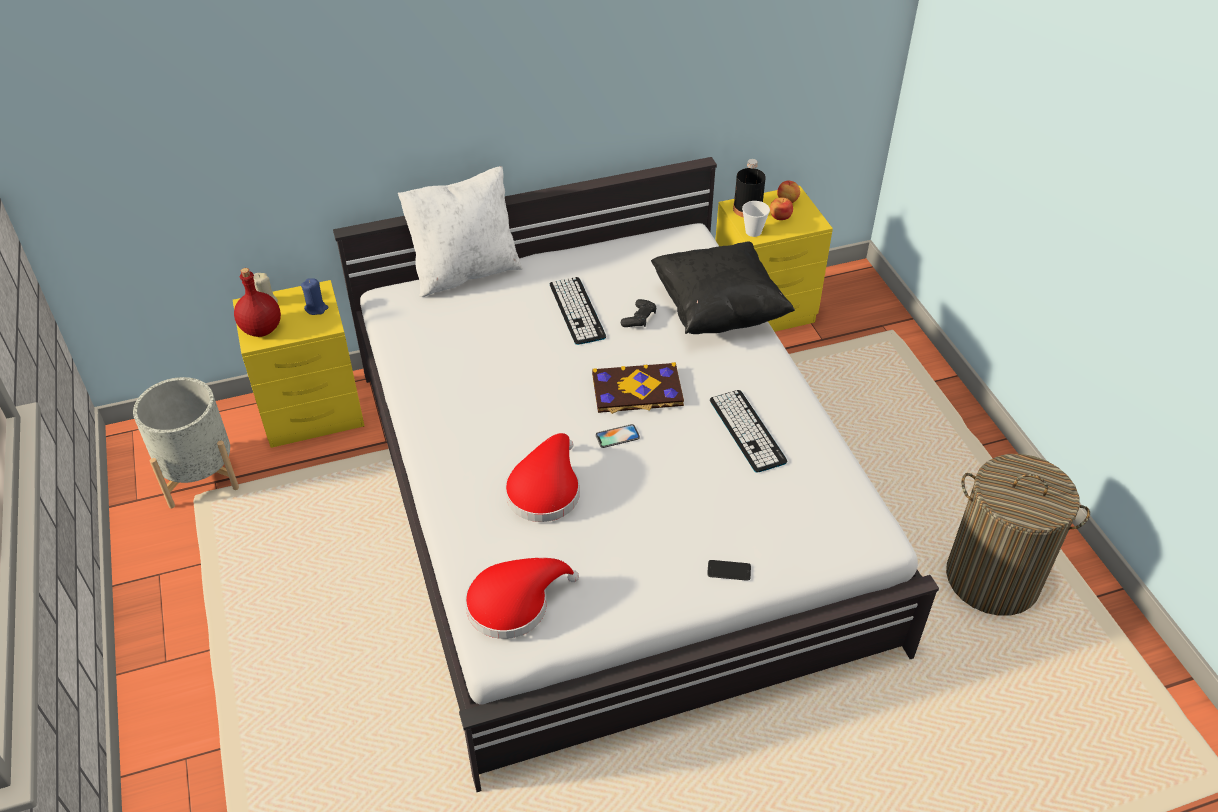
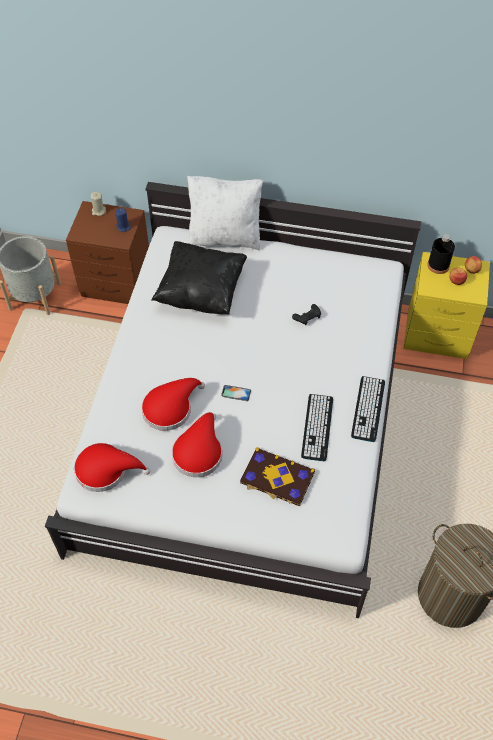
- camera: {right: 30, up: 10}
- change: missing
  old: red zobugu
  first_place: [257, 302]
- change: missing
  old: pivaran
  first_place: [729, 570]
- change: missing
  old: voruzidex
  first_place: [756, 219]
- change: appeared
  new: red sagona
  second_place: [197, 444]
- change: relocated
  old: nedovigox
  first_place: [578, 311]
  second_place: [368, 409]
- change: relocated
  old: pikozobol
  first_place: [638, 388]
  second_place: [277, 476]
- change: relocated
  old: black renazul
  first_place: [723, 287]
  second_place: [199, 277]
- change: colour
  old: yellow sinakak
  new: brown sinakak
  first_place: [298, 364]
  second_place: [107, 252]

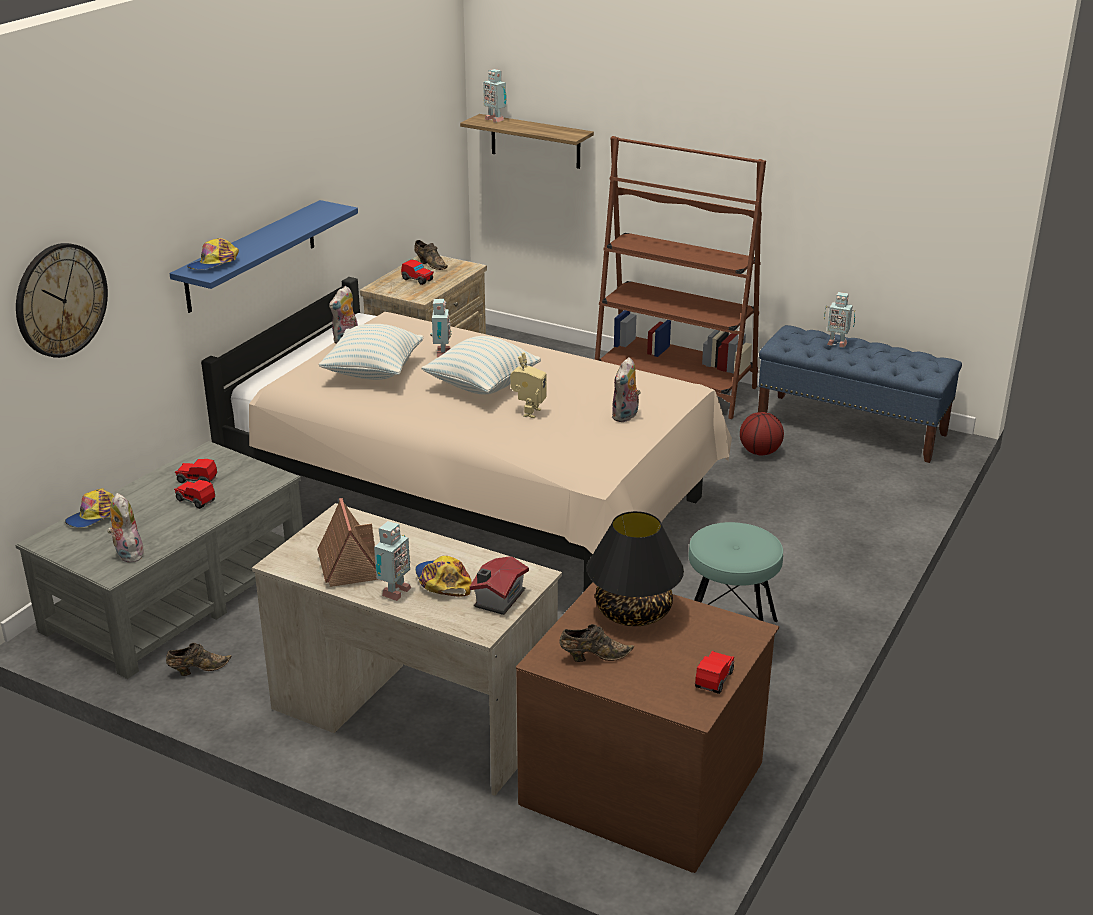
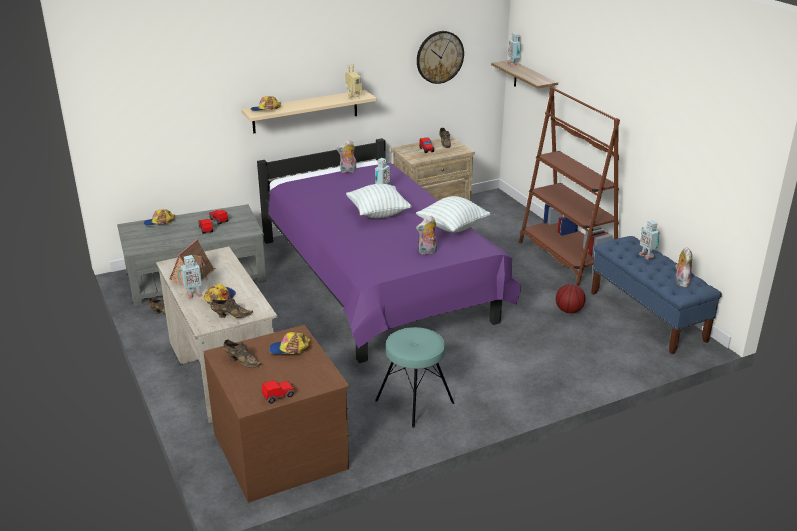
- camera: {right: 35, up: 0}
- change: relocated
  old: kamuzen
  first_place: [62, 300]
  second_place: [440, 57]
- change: relocated
  old: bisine
  first_place: [125, 528]
  second_place: [683, 267]
- change: relocated
  old: renazul
  first_place: [371, 352]
  second_place: [453, 214]
- change: relocated
  old: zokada
  first_place: [528, 385]
  second_place: [353, 82]
- change: exchanged
  old: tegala
  new: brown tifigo
  first_place: [499, 585]
  second_place: [231, 307]
- change: exchanged
  old: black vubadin
  new: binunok
  first_place: [635, 568]
  second_place: [290, 343]
- change: colour
  old: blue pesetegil
  new: beige pesetegil
  first_place: [263, 256]
  second_place: [309, 111]
- change: colour
  old: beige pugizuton
  new: purple pugizuton
  first_place: [466, 434]
  second_place: [389, 250]

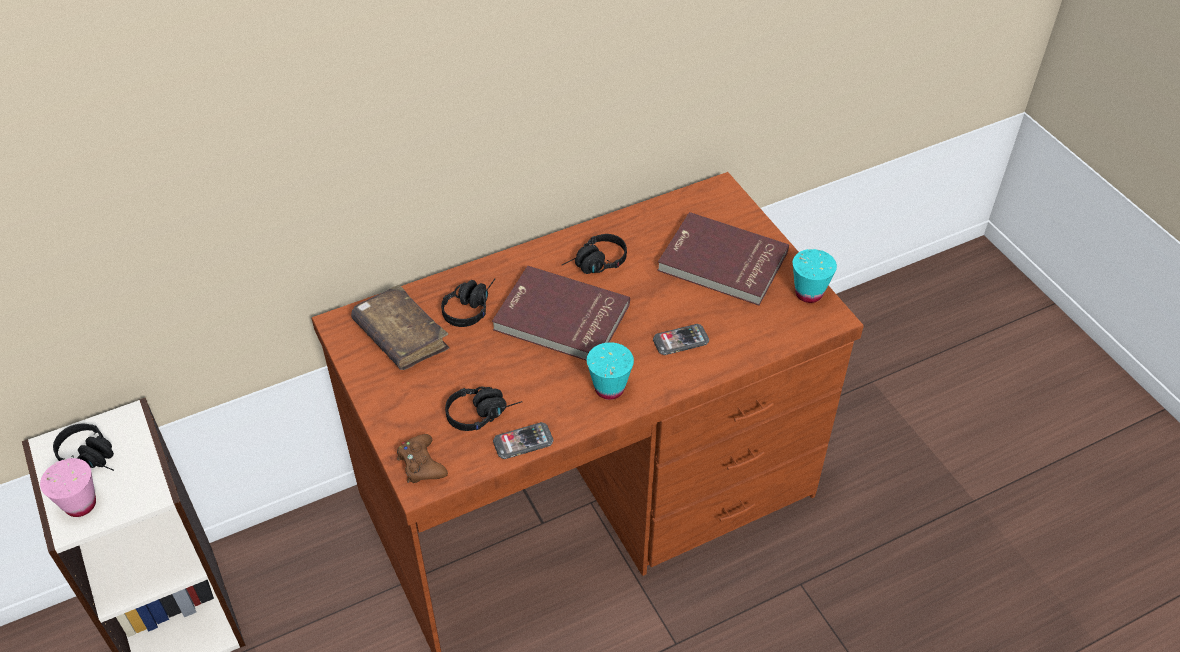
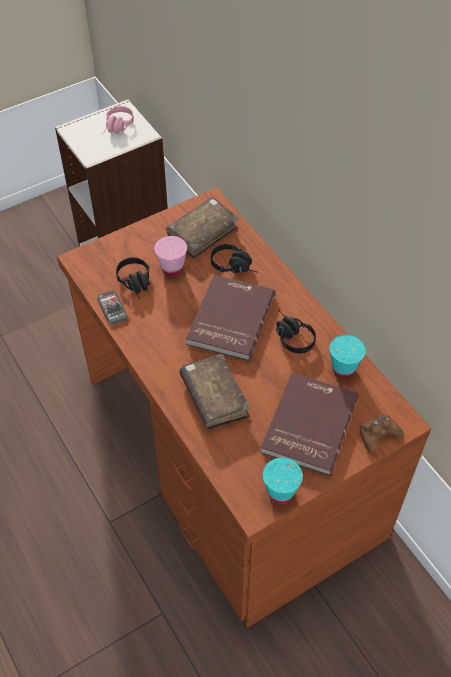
- camera: {right: 85, up: 5}
- change: relocated
  old: pink voruzidex
  first_place: [68, 487]
  second_place: [170, 256]
- change: relocated
  old: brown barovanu
  first_place: [422, 458]
  second_place: [382, 434]
- change: relocated
  old: turquoise voruzidex
  first_place: [610, 371]
  second_place: [347, 356]
- change: exchanged
  old: pivaran
  new: brown pikozobol
  first_place: [681, 339]
  second_place: [215, 391]
- change: colour
  old: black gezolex
  new: pink gezolex
  first_place: [83, 447]
  second_place: [118, 120]

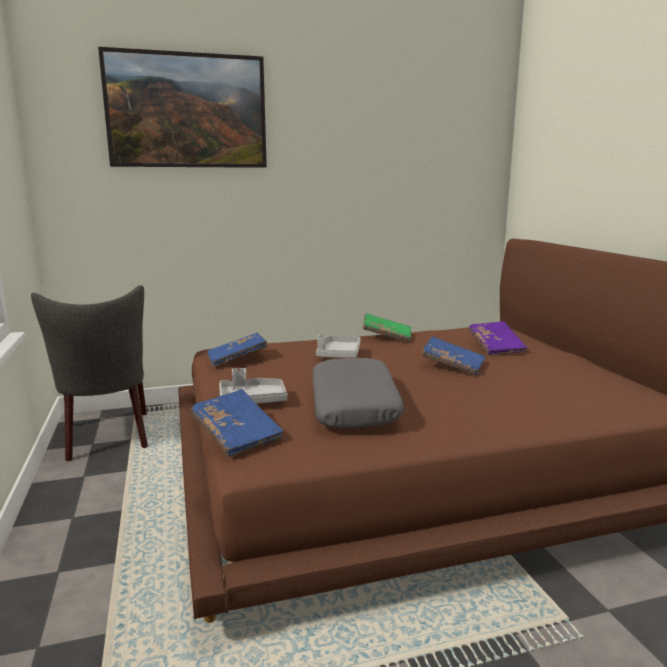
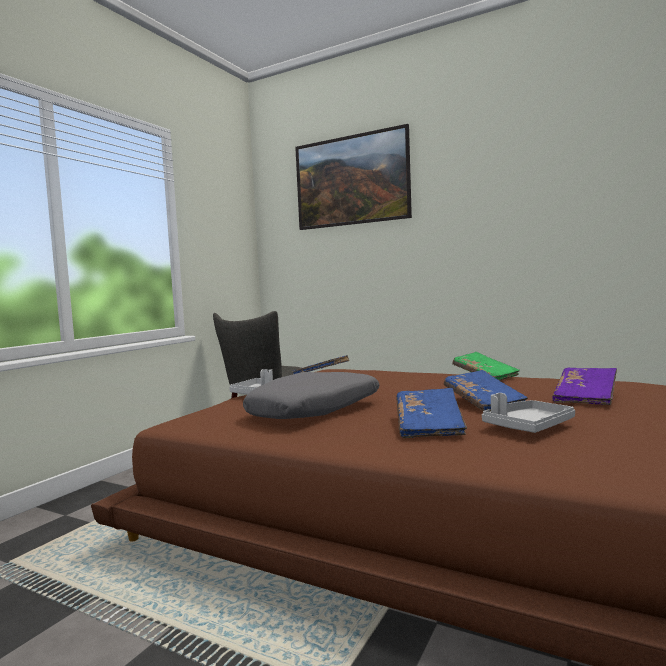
- camera: {right: 45, up: -10}
- change: relocated
  old: blue pikozobol
  first_place: [237, 423]
  second_place: [431, 413]
- change: relocated
  old: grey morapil
  first_place: [338, 346]
  second_place: [528, 413]

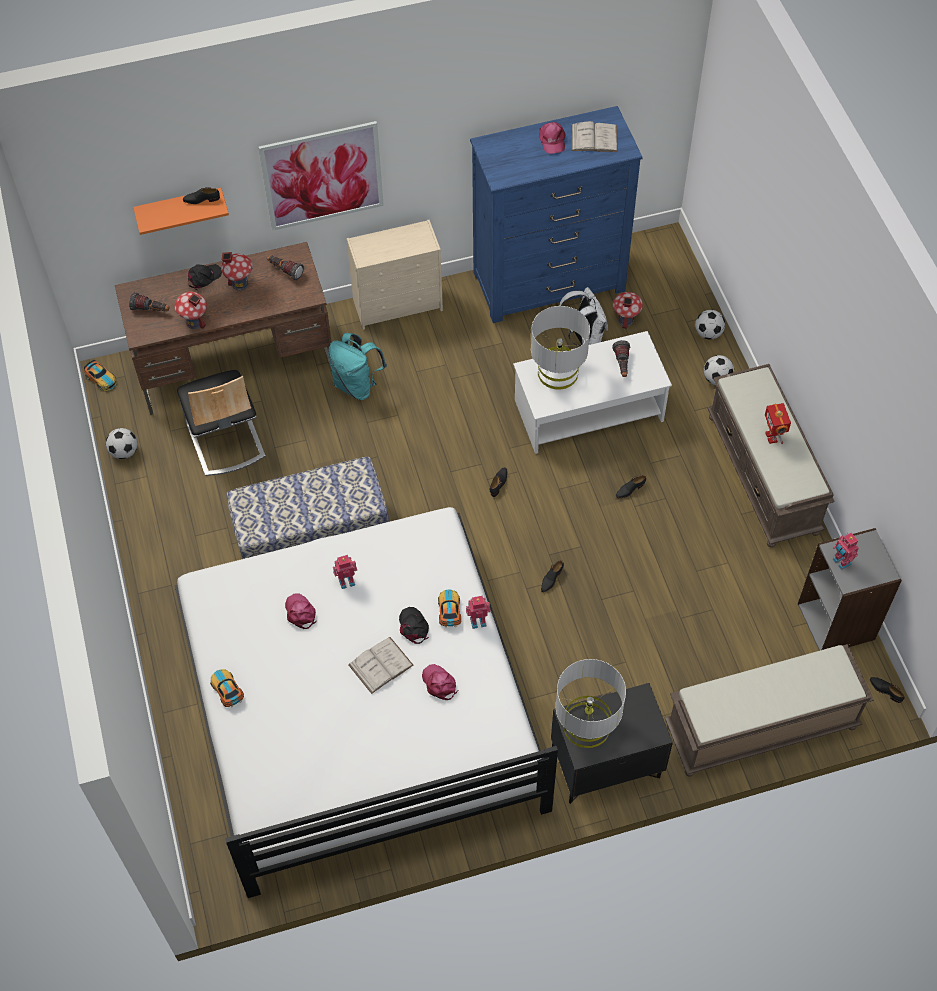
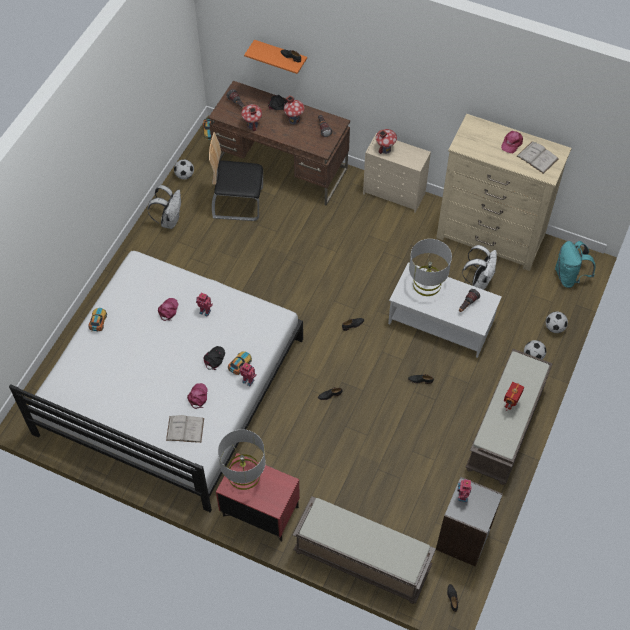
- camera: {right: 40, up: 0}
- change: missing
  old: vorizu
  first_place: [308, 508]
- change: missing
  old: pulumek
  first_place: [321, 175]
- change: appeared
  new: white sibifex
  second_place: [164, 207]
- change: relocated
  old: turquoise sibifex
  first_place: [357, 366]
  second_place: [575, 264]
- change: relocated
  old: white pikozobol
  first_place: [381, 665]
  second_place: [185, 429]
- change: relocated
  old: tegala
  first_place: [628, 310]
  second_place: [386, 141]
- change: colour
  old: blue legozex
  new: beige legozex
  first_place: [556, 214]
  second_place: [504, 192]
- change: colour
  old: black sinakak
  new: red sinakak
  first_place: [612, 743]
  second_place: [258, 497]
- change: spun
  old: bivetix
  first_place: [221, 423]
  second_place: [236, 176]
  degrees: 75

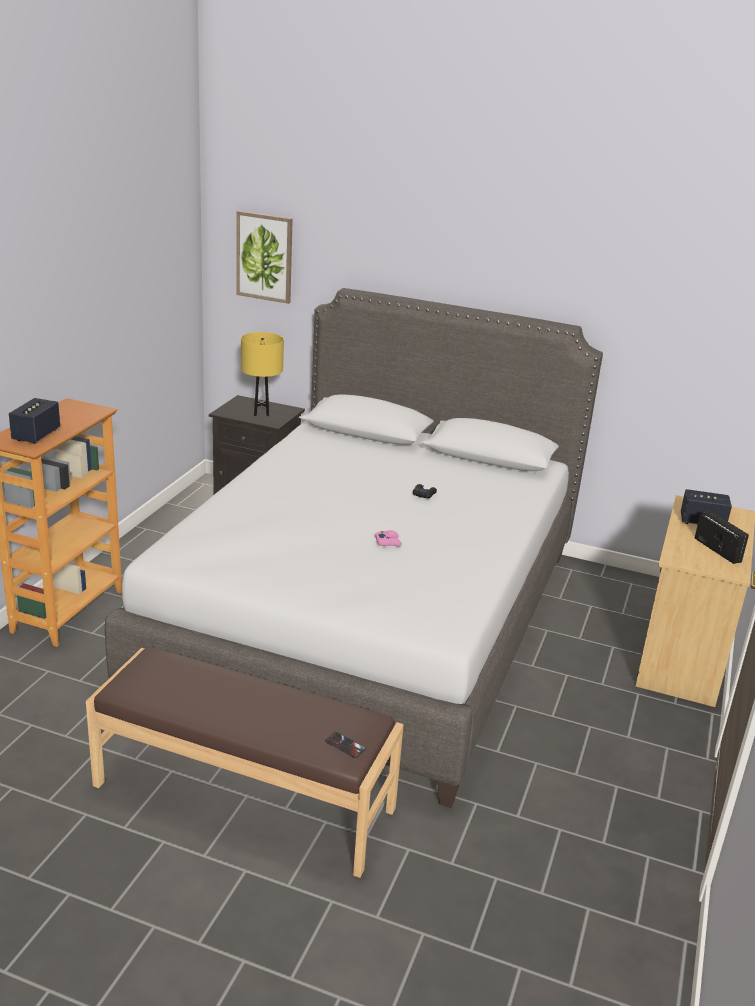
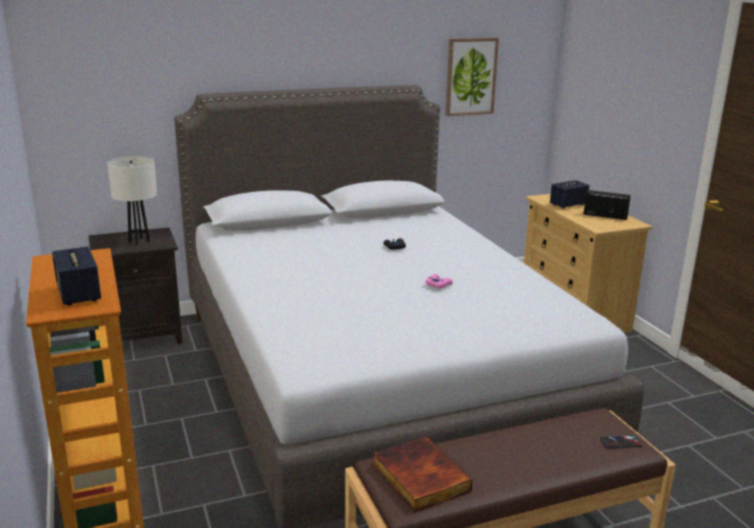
- camera: {right: -40, up: -5}
- change: appeared
  new: pikozobol
  second_place: [422, 474]
- change: relocated
  old: pulumek
  first_place: [264, 257]
  second_place: [472, 77]
- change: colour
  old: yellow vubadin
  new: white vubadin
  first_place: [262, 374]
  second_place: [132, 200]

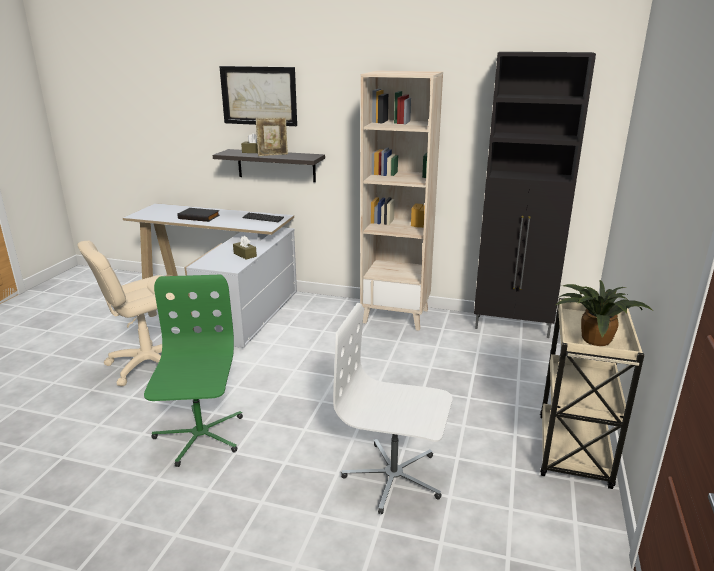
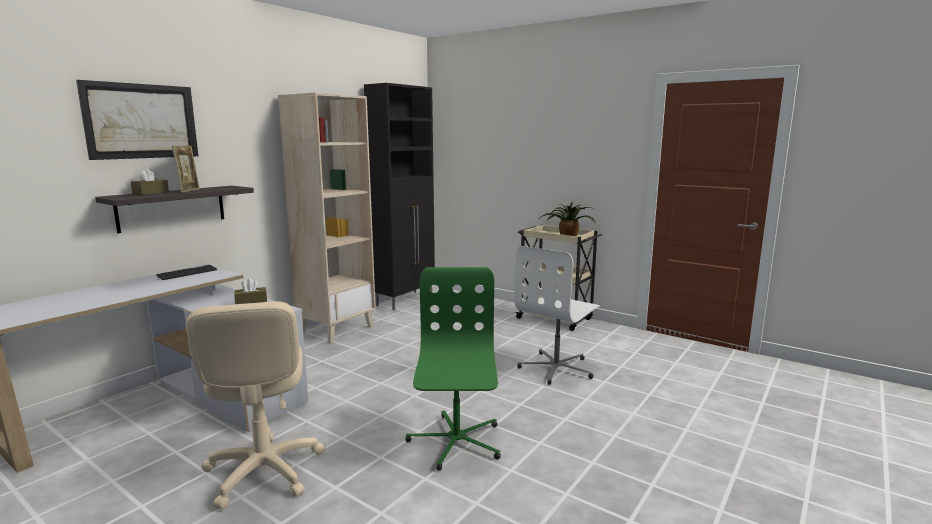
- camera: {right: -70, up: -10}
- change: missing
  old: black pikozobol
  first_place: [198, 215]
- change: spun
  old: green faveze
  first_place: [193, 371]
  second_place: [453, 369]
  degrees: 75

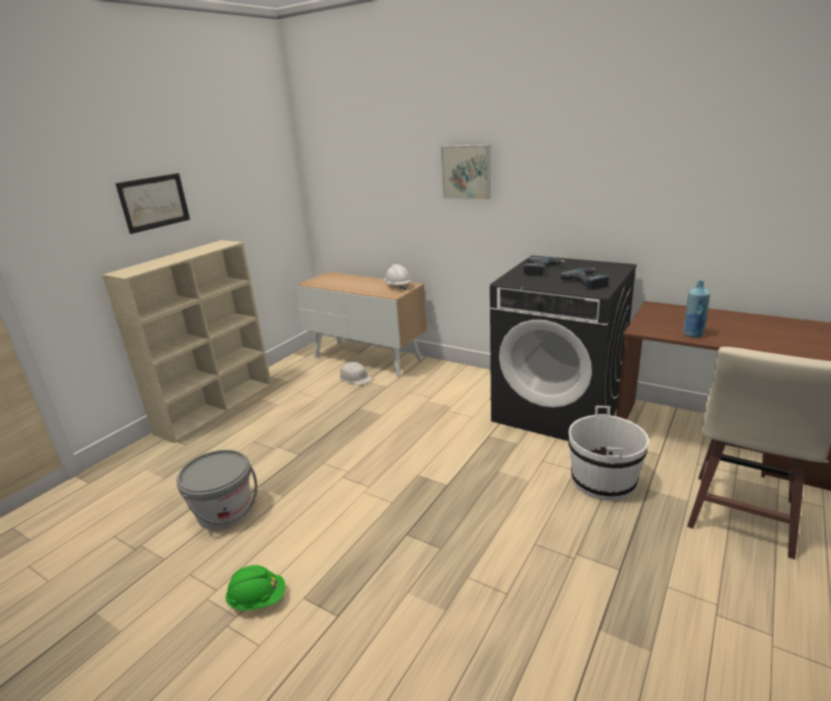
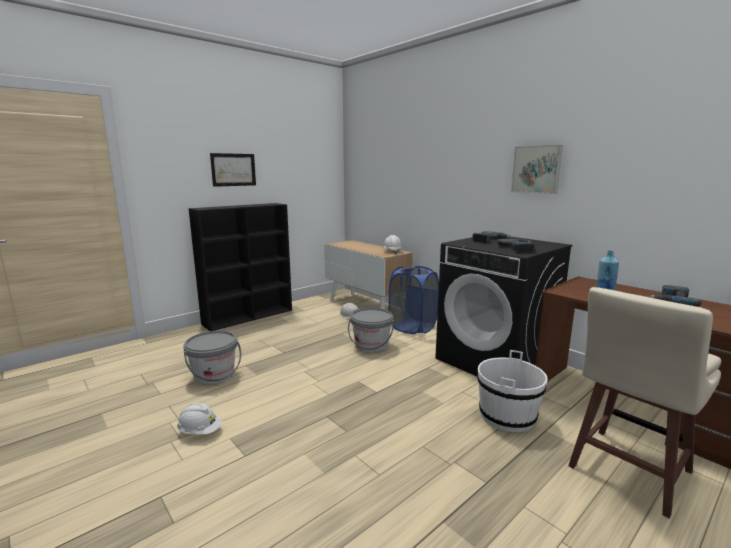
- camera: {right: 15, up: -10}
- change: appeared
  new: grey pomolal
  second_place: [371, 330]
- change: appeared
  new: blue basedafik
  second_place: [414, 300]
- change: appeared
  new: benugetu
  second_place: [675, 296]
- change: relocated
  old: pulumek
  first_place: [466, 172]
  second_place: [537, 169]
- change: colour
  old: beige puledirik
  new: black puledirik
  first_place: [187, 341]
  second_place: [240, 267]
- change: colour
  old: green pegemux
  new: white pegemux
  first_place: [255, 588]
  second_place: [199, 418]

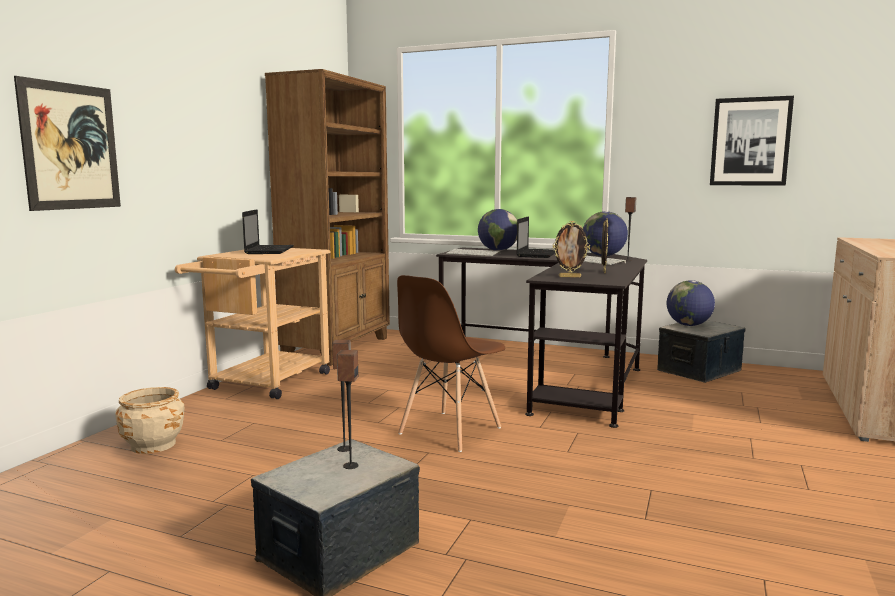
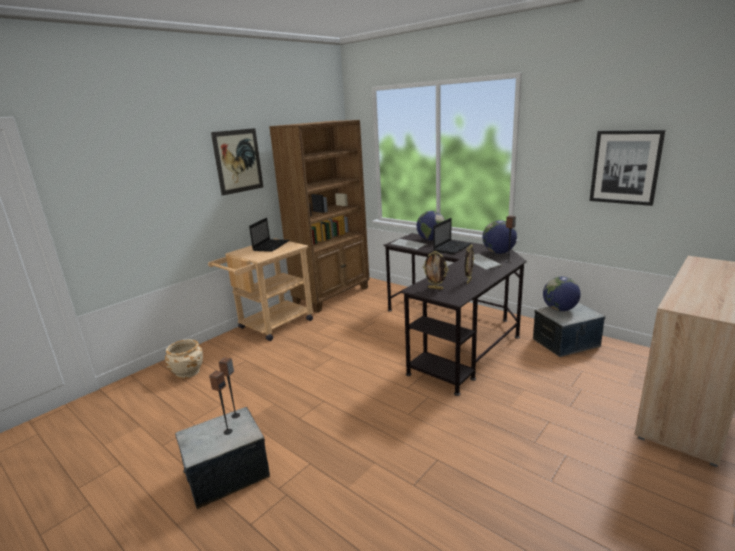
- camera: {right: 20, up: 10}
- change: missing
  old: brown bivetix
  first_place: [451, 363]
- change: relocated
  old: pulumek
  first_place: [67, 143]
  second_place: [237, 162]

